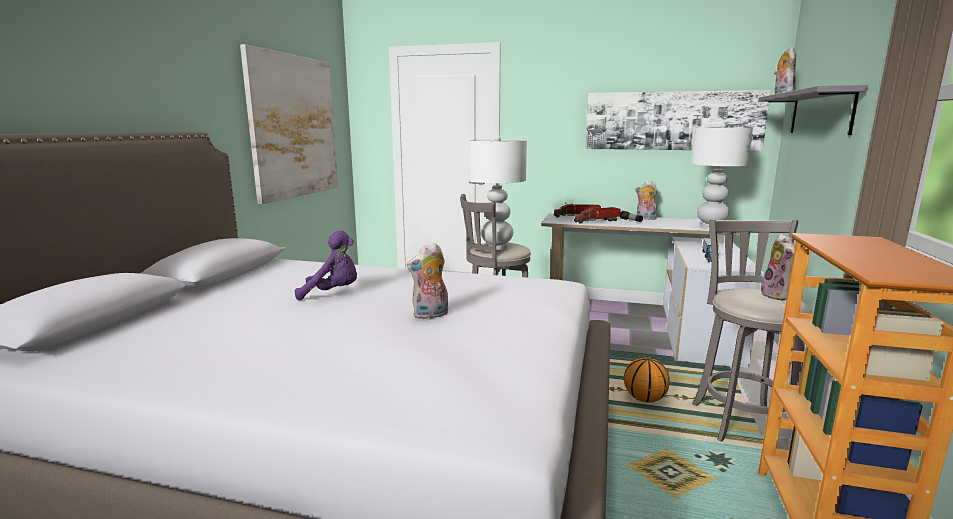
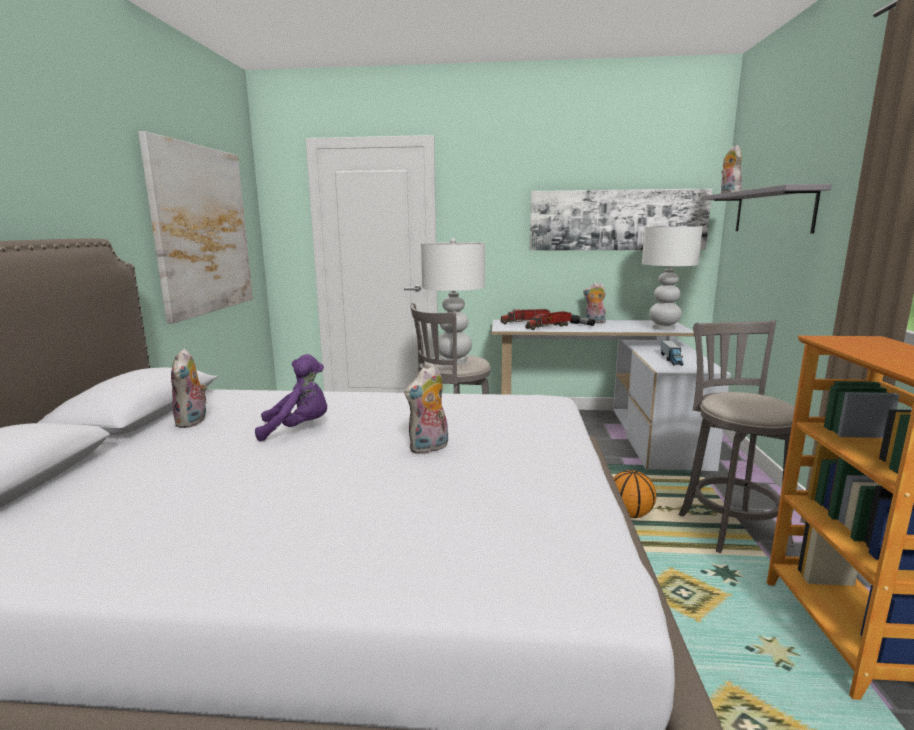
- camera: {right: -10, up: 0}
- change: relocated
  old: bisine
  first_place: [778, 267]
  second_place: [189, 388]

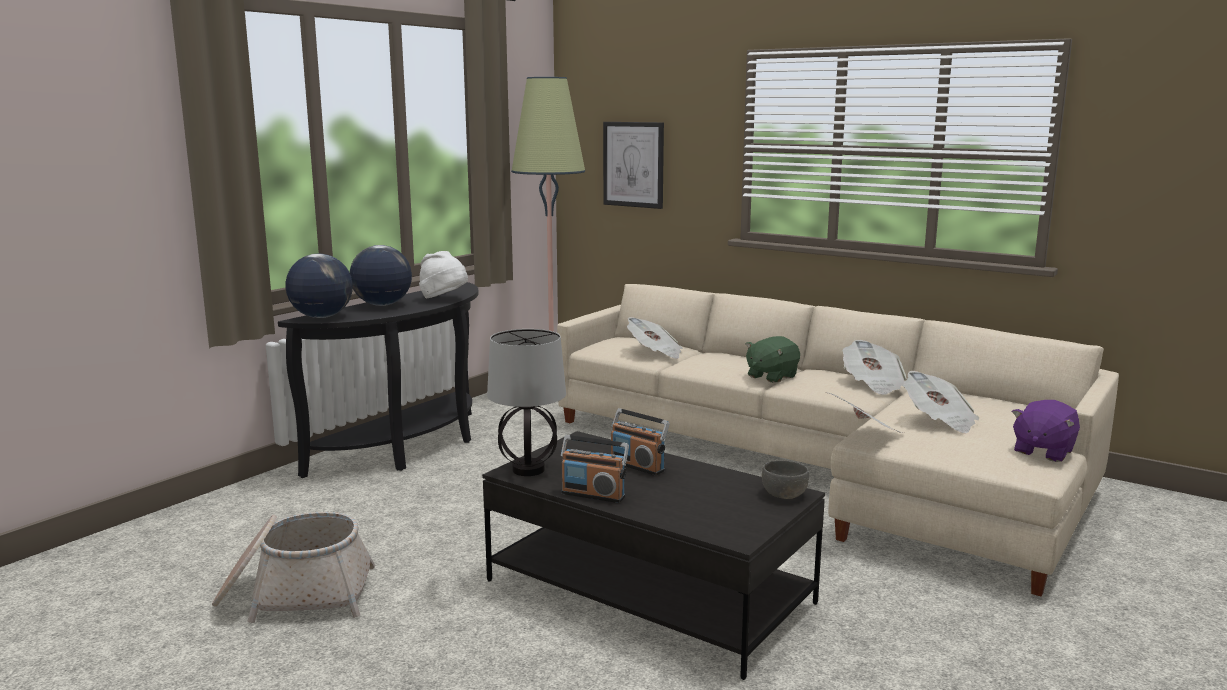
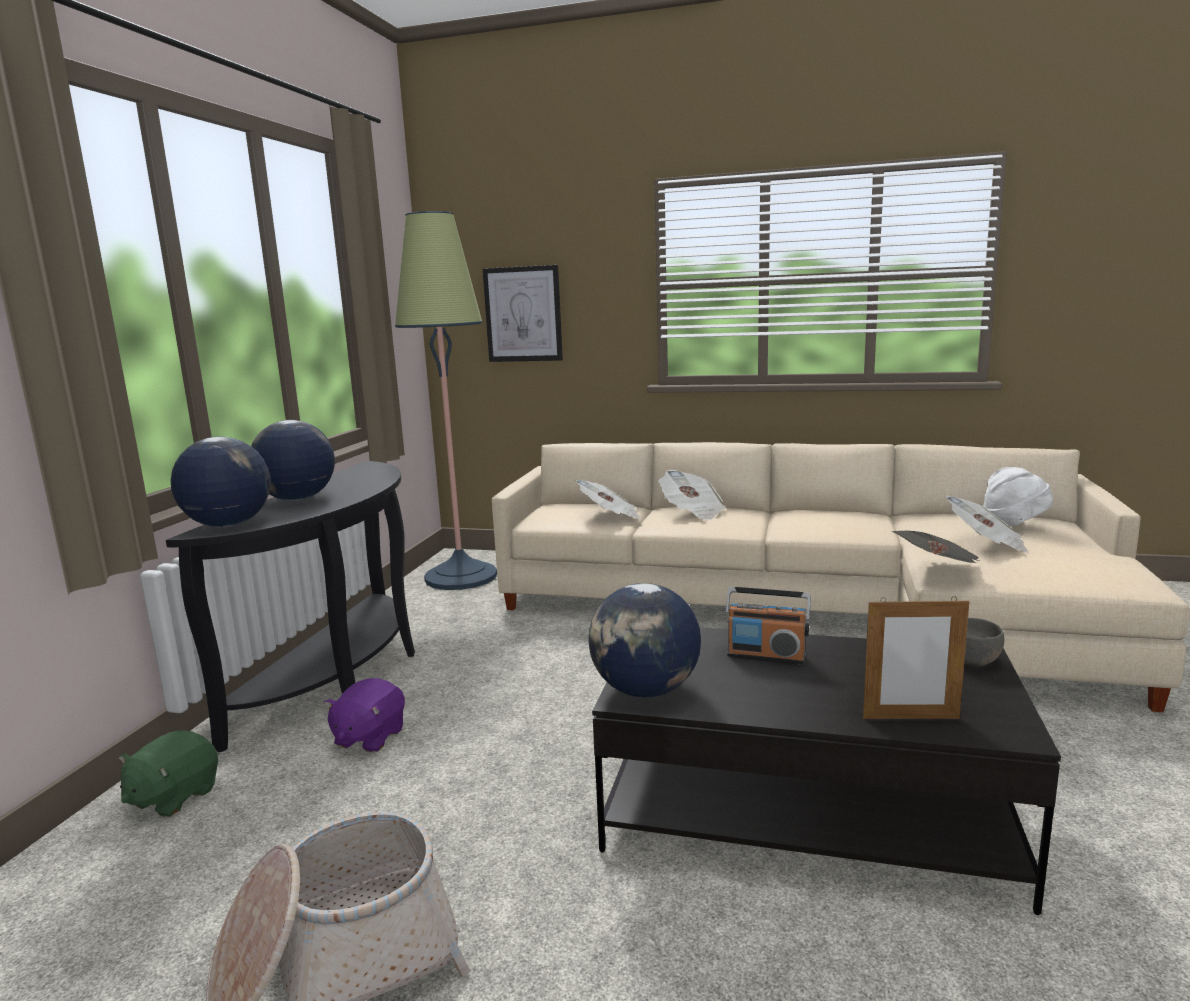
- camera: {right: -20, up: 0}
- change: missing
  old: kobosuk
  first_place: [595, 469]
- change: appeared
  new: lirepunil
  second_place: [916, 657]
- change: relocated
  old: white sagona
  first_place: [443, 274]
  second_place: [1018, 496]
- change: relocated
  old: green bisine
  first_place: [773, 359]
  second_place: [168, 774]
- change: relocated
  old: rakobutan
  first_place: [874, 367]
  second_place: [692, 495]
- change: relocated
  old: purple bisine
  first_place: [1046, 431]
  second_place: [364, 715]
- change: exchanged
  old: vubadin
  new: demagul
  first_place: [526, 402]
  second_place: [644, 640]

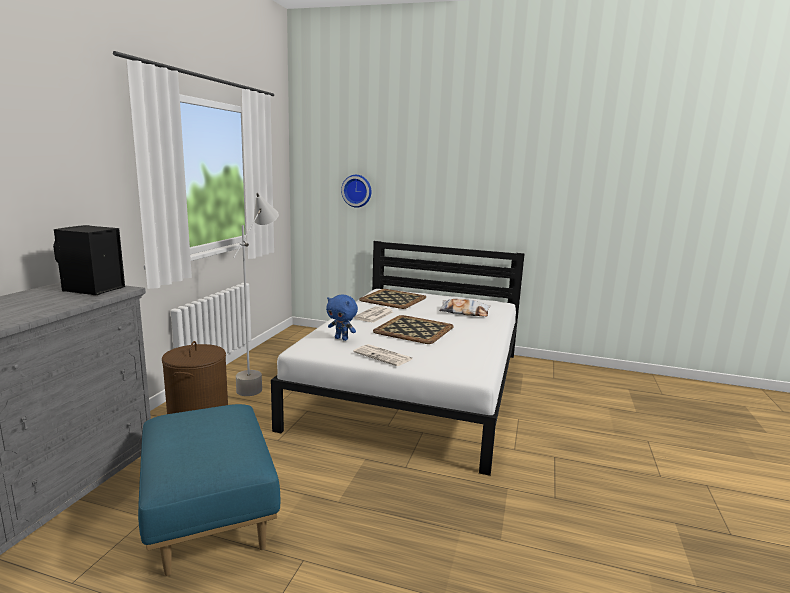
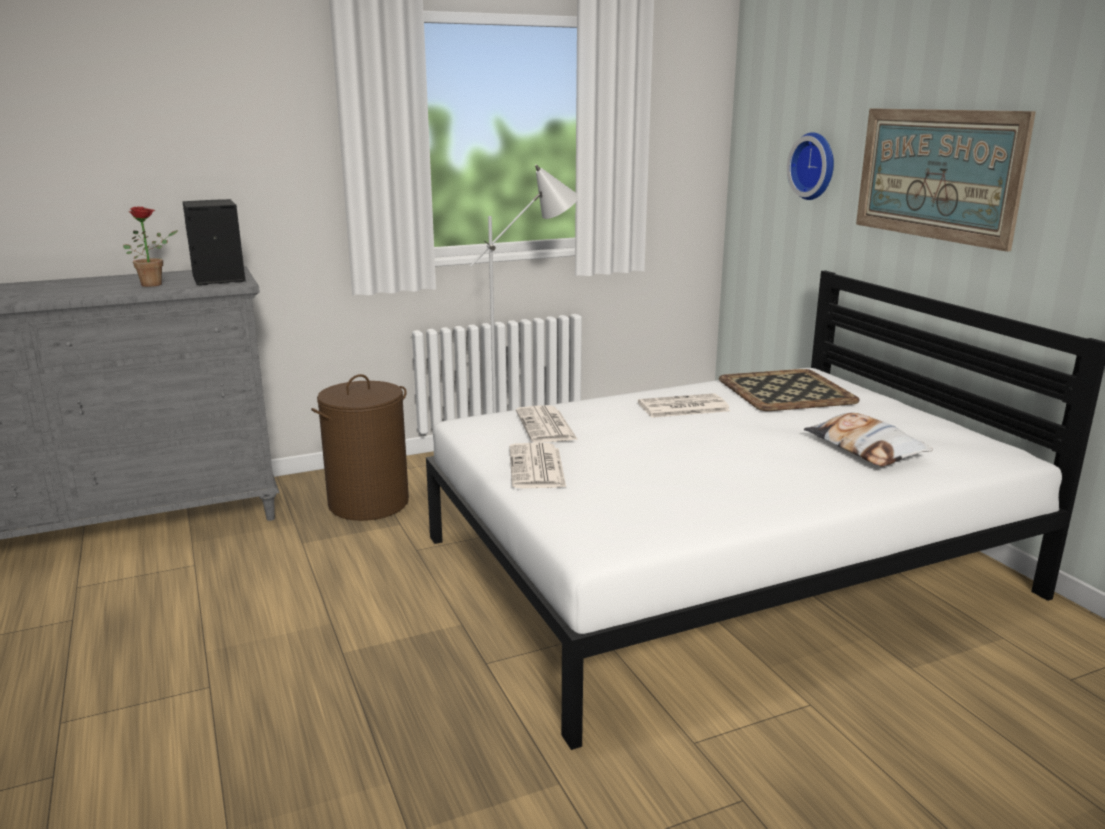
- camera: {right: 50, up: 5}
- change: missing
  old: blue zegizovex
  first_place: [209, 490]
- change: missing
  old: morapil
  first_place: [413, 329]
- change: appeared
  new: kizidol
  second_place: [150, 246]
- change: appeared
  new: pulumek
  second_place: [946, 180]
- change: exchanged
  old: blue bisine
  new: rakobutan
  first_place: [342, 318]
  second_place: [547, 424]

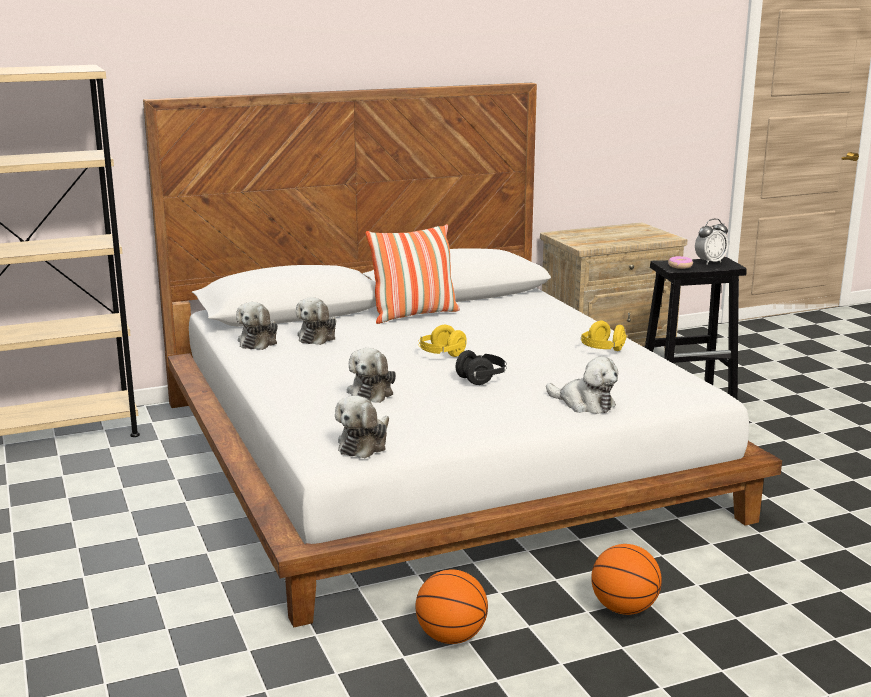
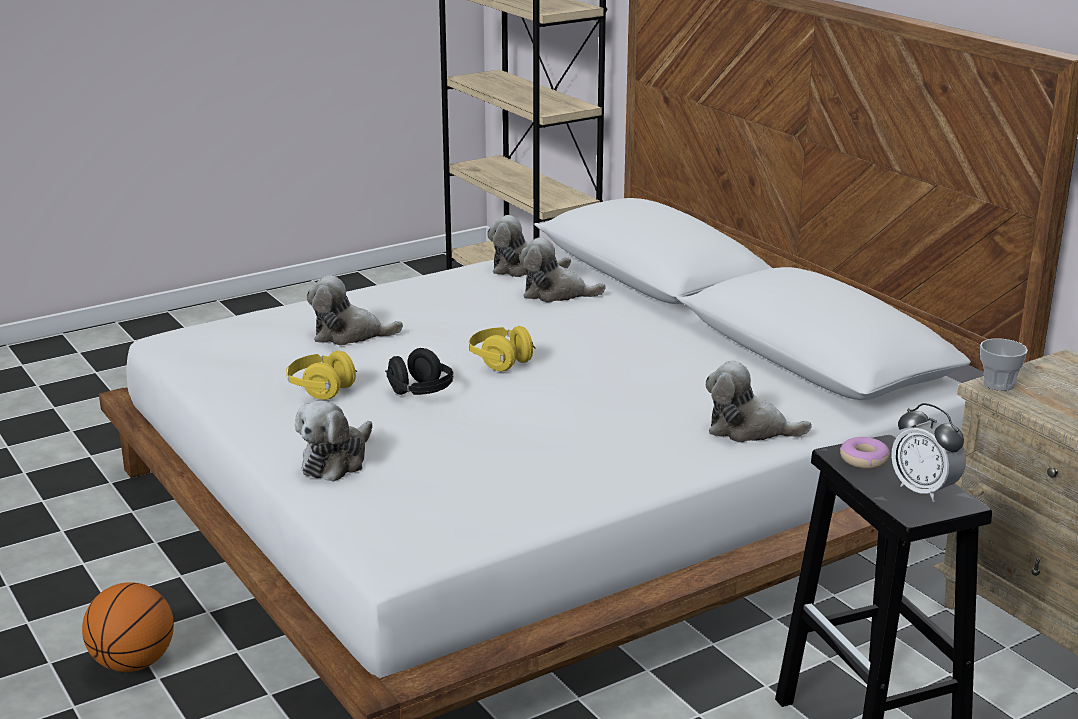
- camera: {right: 80, up: 5}
- change: missing
  old: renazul
  first_place: [412, 274]
- change: missing
  old: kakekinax
  first_place: [451, 606]
- change: appeared
  new: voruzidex
  second_place: [1004, 364]
- change: relocated
  old: bisine
  first_place: [362, 427]
  second_place: [759, 402]
- change: relocated
  old: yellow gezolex
  first_place: [603, 336]
  second_place: [322, 375]

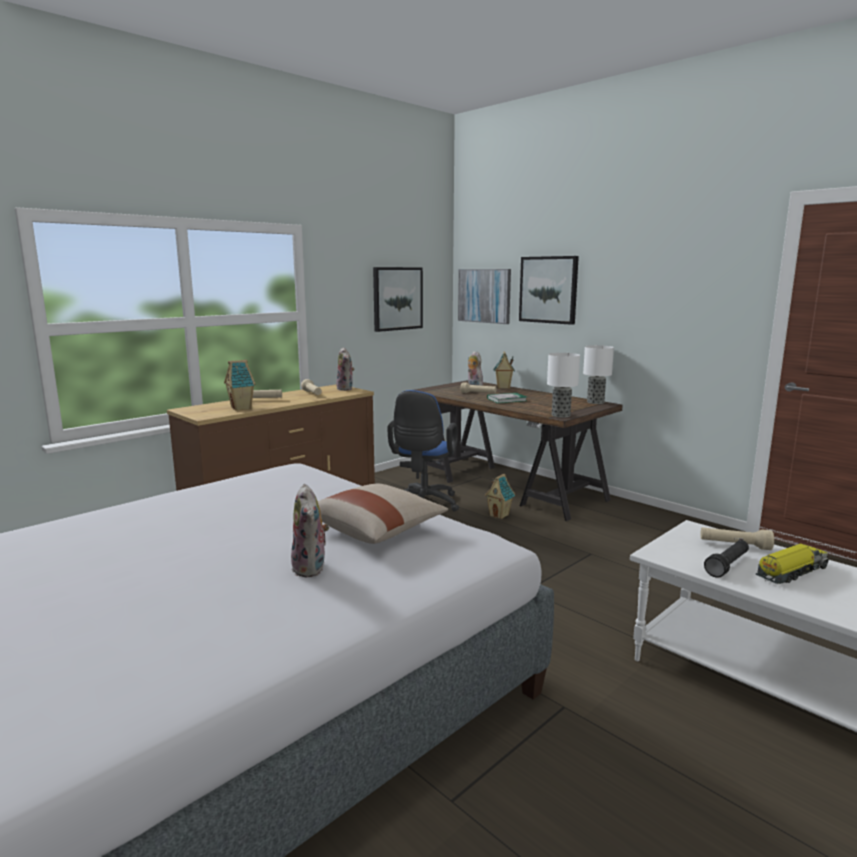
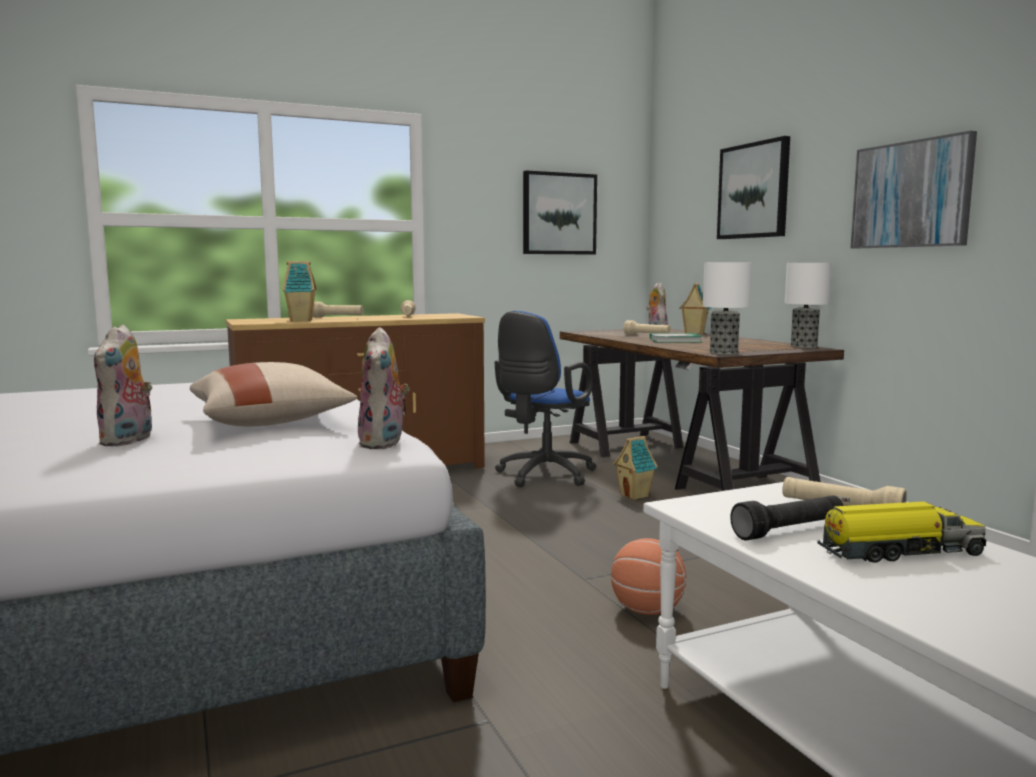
- camera: {right: 20, up: -5}
- change: appeared
  new: kakekinax
  second_place: [648, 576]
- change: relocated
  old: bisine
  first_place: [345, 369]
  second_place: [384, 388]
- change: relocated
  old: pulumek
  first_place: [484, 296]
  second_place: [914, 190]

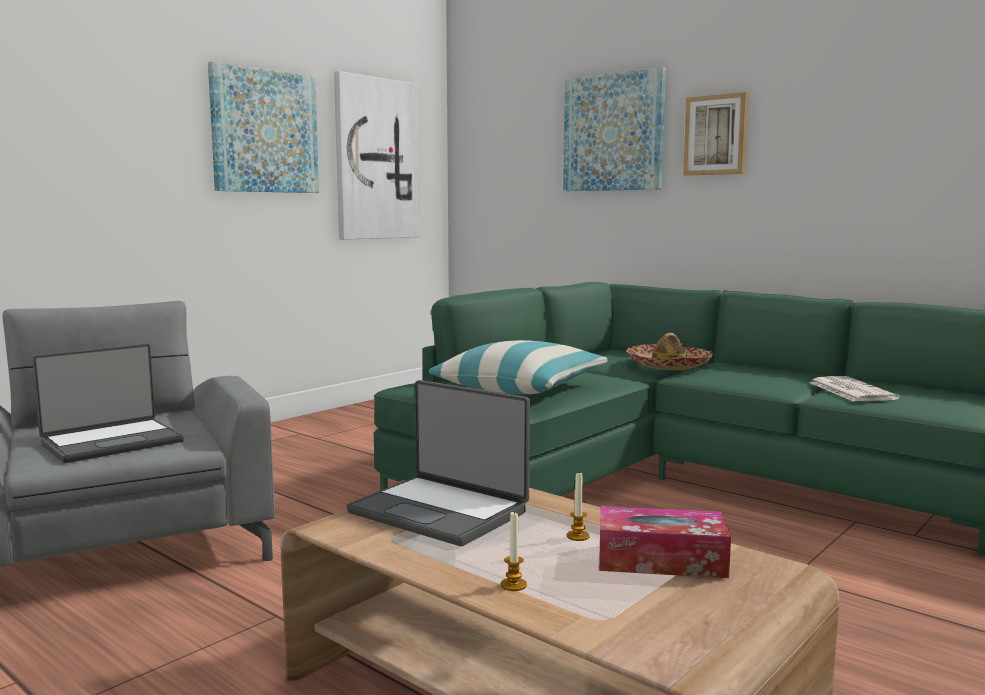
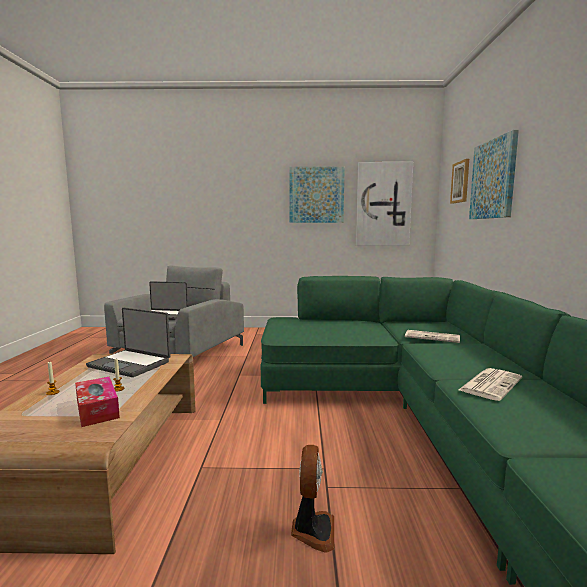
- camera: {right: 50, up: 0}
- change: missing
  old: renazul
  first_place: [518, 367]
- change: appeared
  new: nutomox
  second_place: [312, 498]
- change: relocated
  old: pulumek
  first_place: [715, 133]
  second_place: [459, 181]
- change: exchanged
  old: sagona
  new: rakobutan
  first_place: [670, 351]
  second_place: [432, 336]
- change: spun
  old: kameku
  first_place: [438, 463]
  second_place: [128, 342]
  degrees: -60

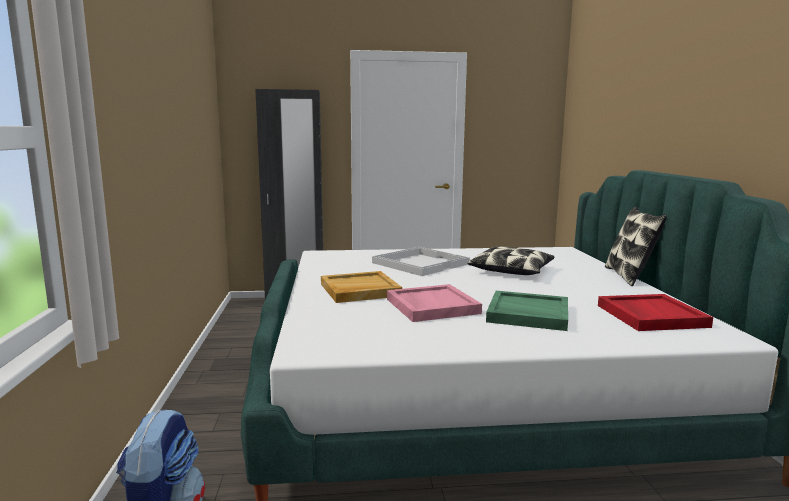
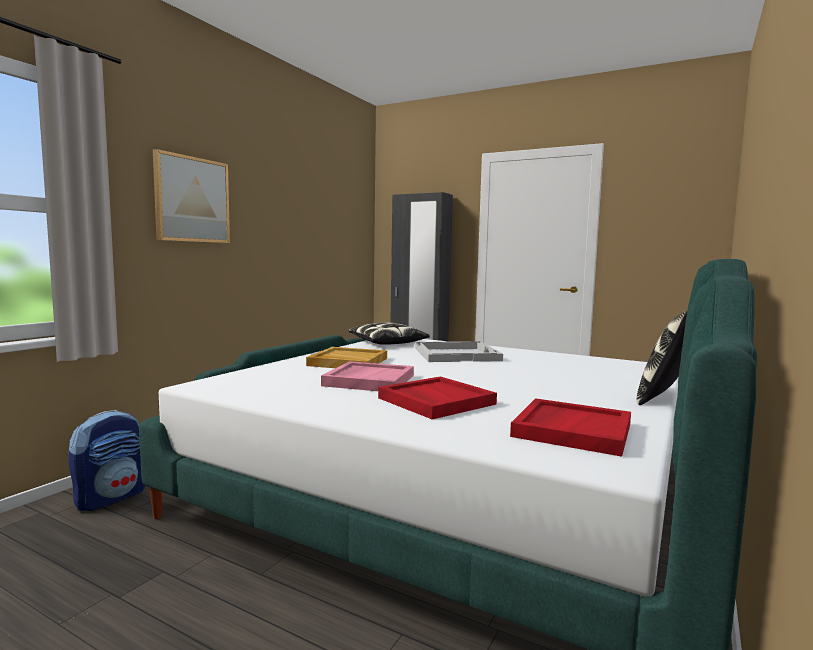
- camera: {right: 35, up: -5}
- change: appeared
  new: pulumek
  second_place: [191, 196]
- change: relocated
  old: renazul
  first_place: [511, 261]
  second_place: [389, 334]
- change: colour
  old: green morapil
  new: red morapil
  first_place: [527, 311]
  second_place: [437, 397]

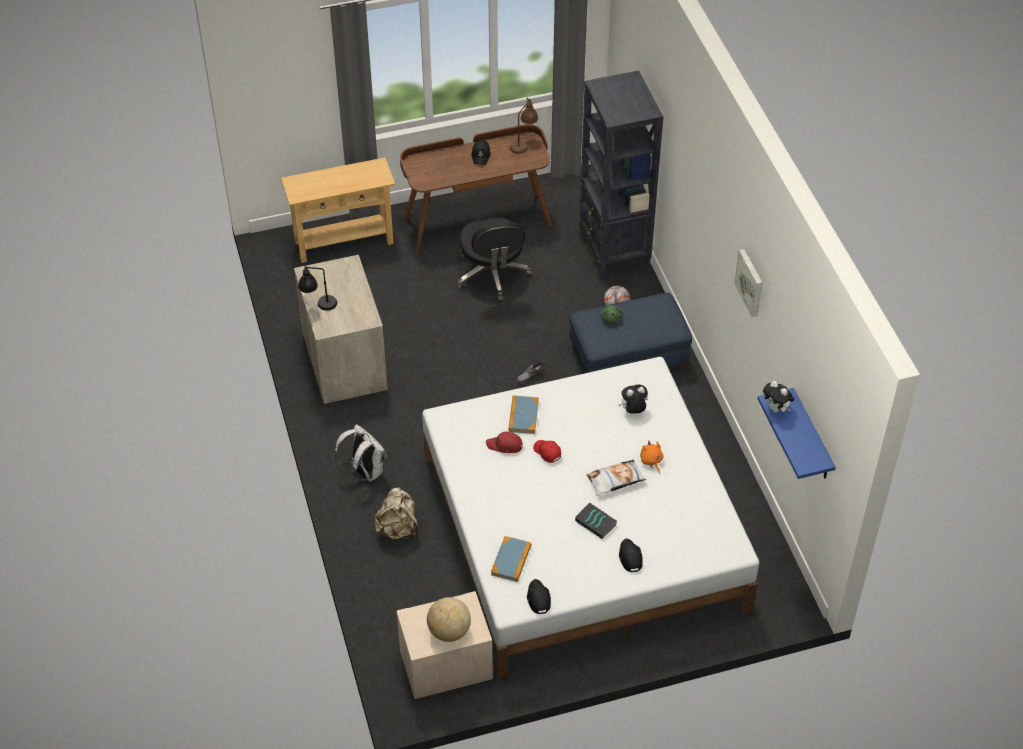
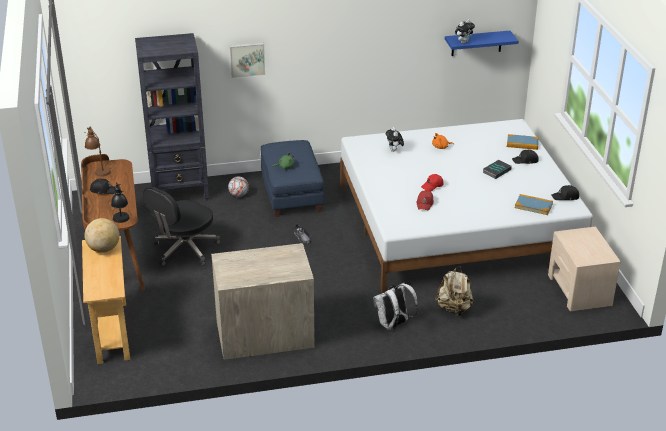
- camera: {right: -85, up: -15}
- change: missing
  old: renazul
  first_place: [616, 477]
- change: relocated
  old: black vubadin
  first_place: [317, 288]
  second_place: [120, 202]
- change: relocated
  old: demagul
  first_place: [449, 619]
  second_place: [102, 235]
- change: relocated
  old: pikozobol
  first_place: [523, 414]
  second_place: [523, 142]
- change: relocated
  old: pulumek
  first_place: [748, 283]
  second_place: [247, 60]
- change: spun
  old: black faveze
  first_place: [494, 259]
  second_place: [181, 226]
  degrees: 135

